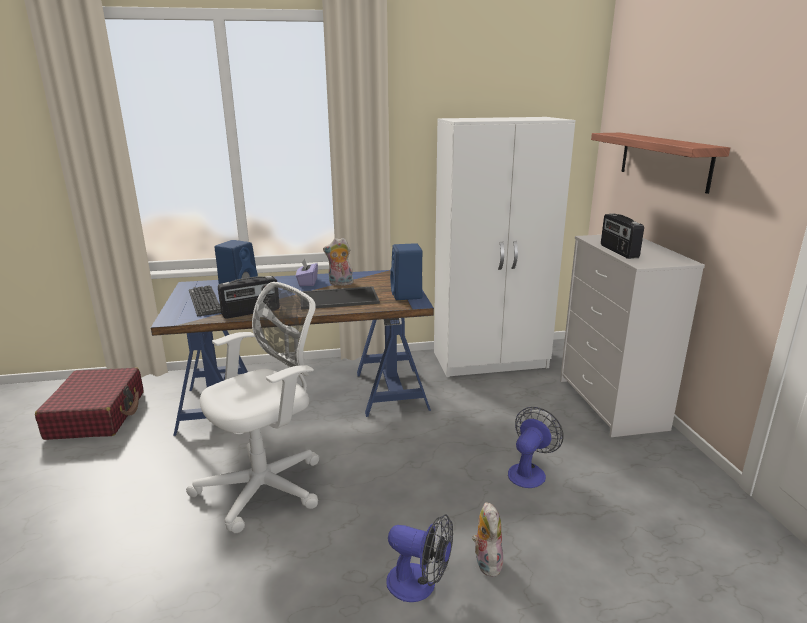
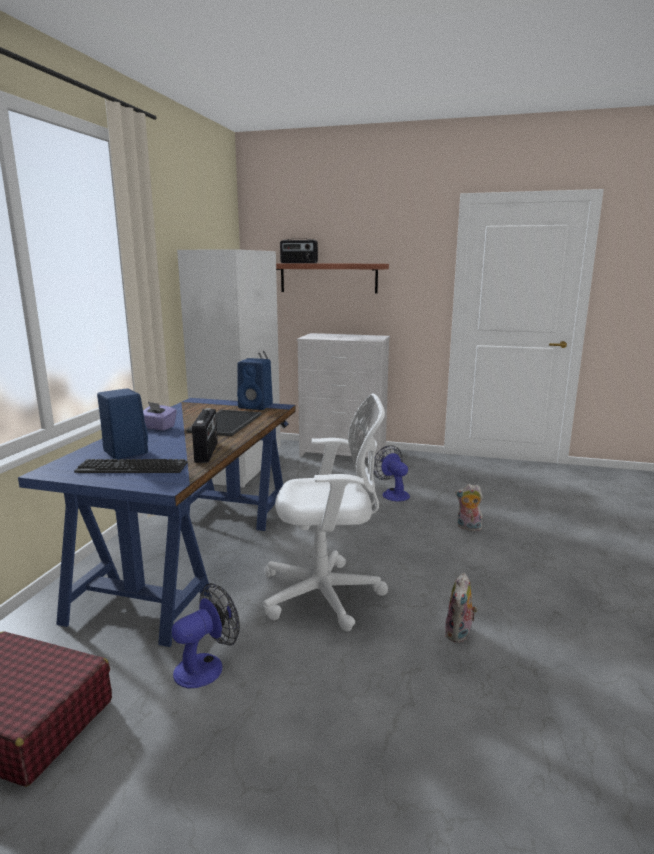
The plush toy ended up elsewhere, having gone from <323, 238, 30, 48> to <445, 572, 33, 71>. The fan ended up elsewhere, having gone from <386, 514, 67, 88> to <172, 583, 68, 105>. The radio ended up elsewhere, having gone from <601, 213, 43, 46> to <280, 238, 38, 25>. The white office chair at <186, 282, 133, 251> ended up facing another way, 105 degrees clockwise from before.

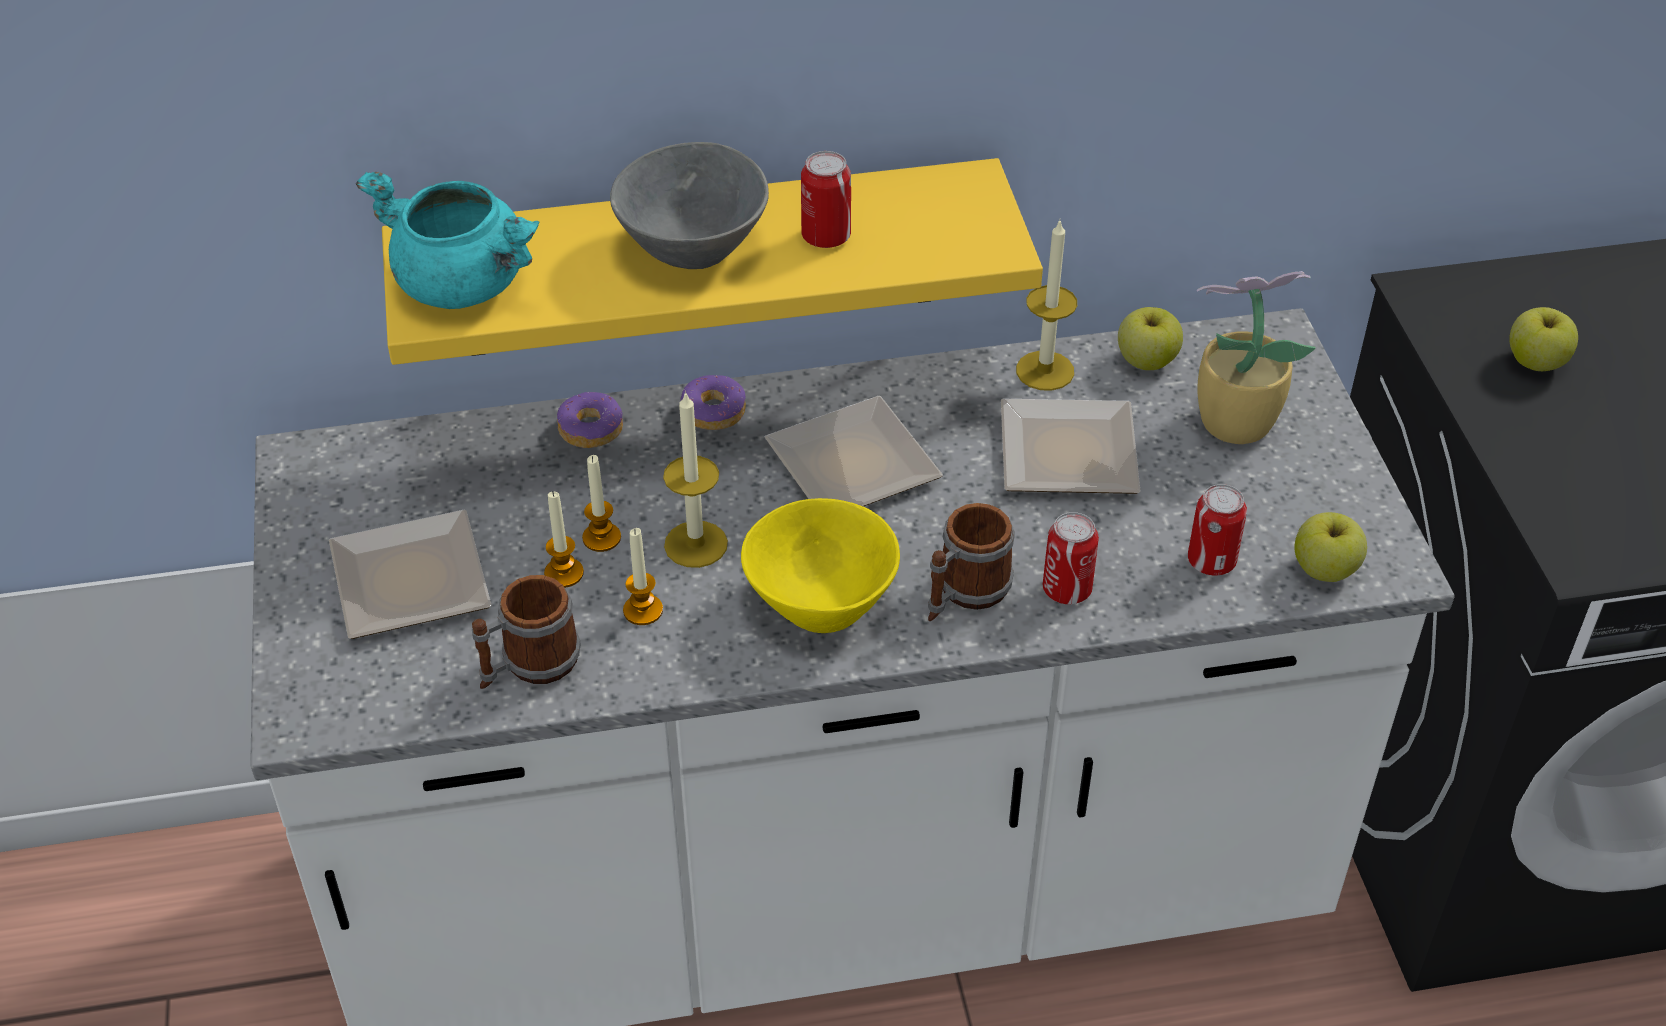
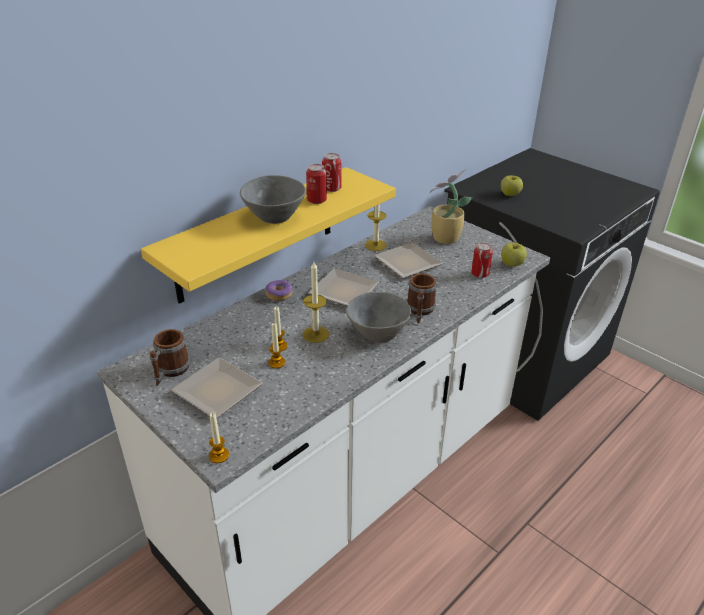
The second view lost the turquoise cooking pot at <356, 172, 184, 137>. The second view lost the donut at <557, 392, 66, 56>. The second view lost the apple at <1118, 307, 65, 63>. The mug ended up elsewhere, having gone from <472, 575, 109, 114> to <150, 329, 40, 57>. The candle ended up elsewhere, having gone from <623, 528, 40, 97> to <209, 412, 20, 51>. The can ended up elsewhere, having gone from <1043, 512, 56, 92> to <322, 153, 19, 39>. What was the yellow bowl at <741, 498, 159, 135> turned into the grey bowl at <346, 292, 65, 50>.

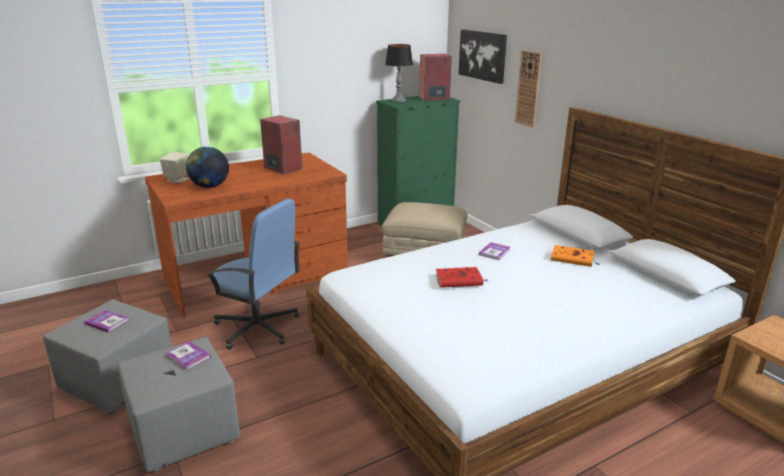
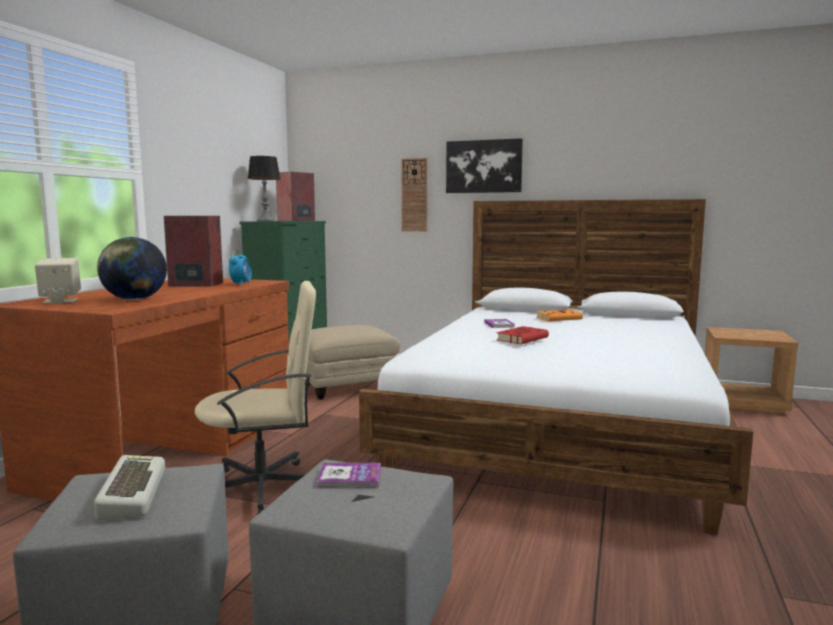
The second view gained the alarm clock at <229, 250, 23, 35>. The picture ended up elsewhere, having gone from <459, 29, 48, 55> to <446, 138, 77, 55>. Where the book stood at <84, 310, 45, 23>, the keyboard came to stand at <94, 455, 71, 66>. What was the blue office chair at <206, 199, 94, 151> turned into the beige office chair at <195, 281, 121, 234>.

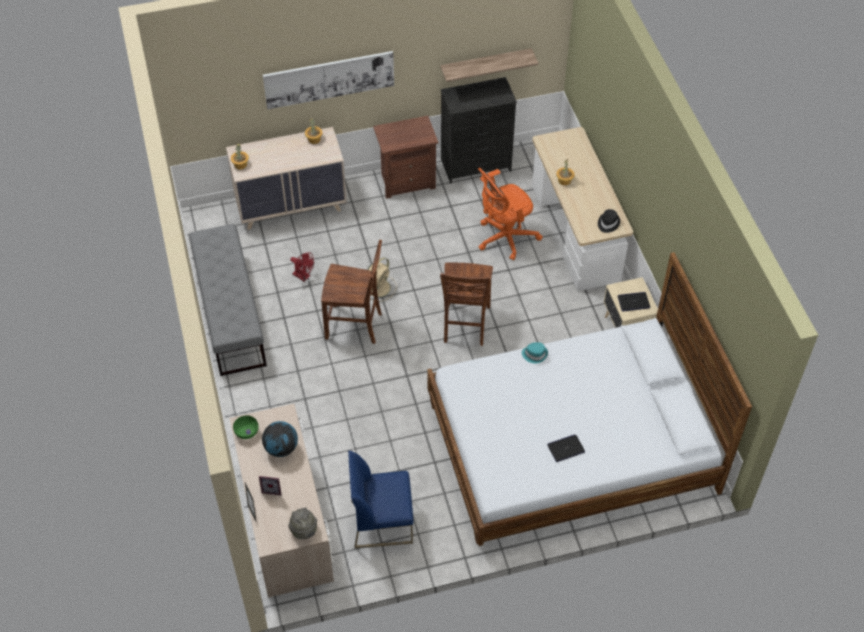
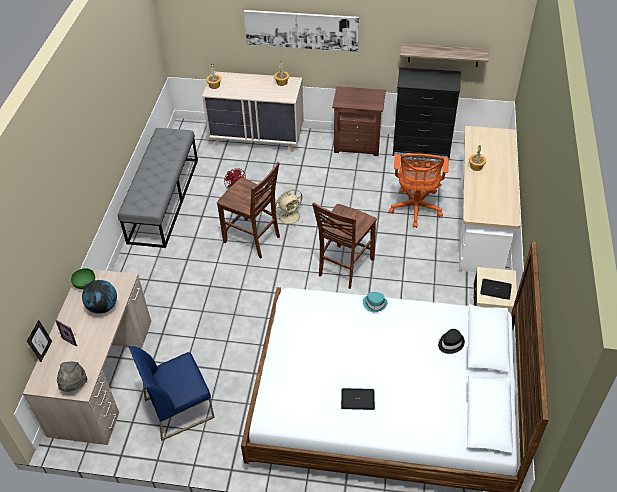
The black hat ended up elsewhere, having gone from <598, 209, 22, 24> to <438, 329, 27, 25>. The blue chair at <348, 451, 65, 97> ended up facing another way, 45 degrees counterclockwise from before. The orange office chair at <478, 168, 65, 92> ended up facing another way, 75 degrees counterclockwise from before.

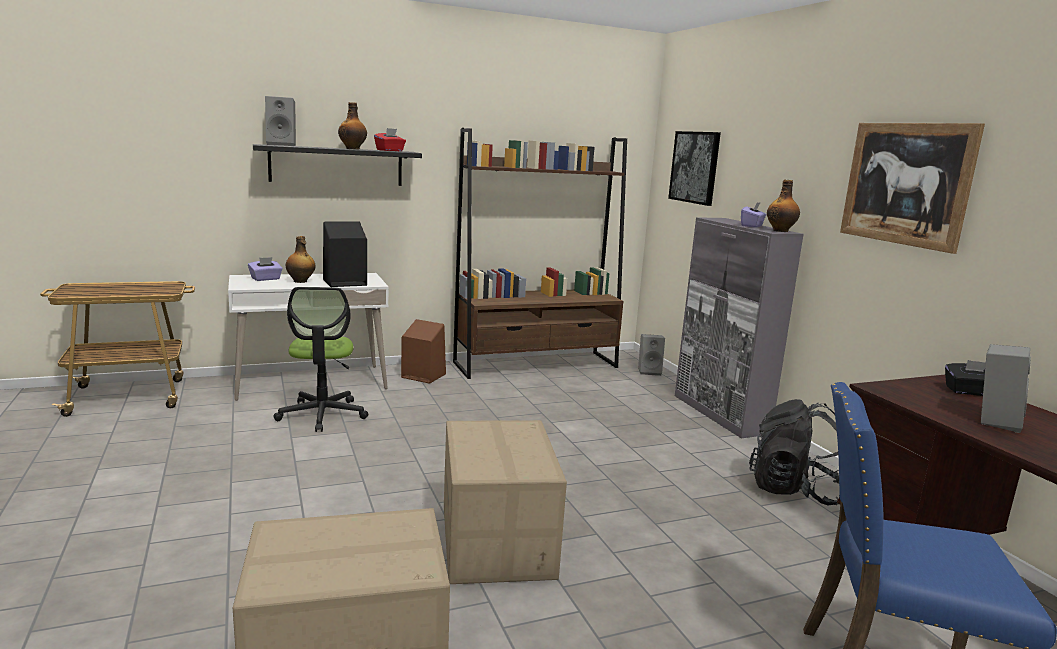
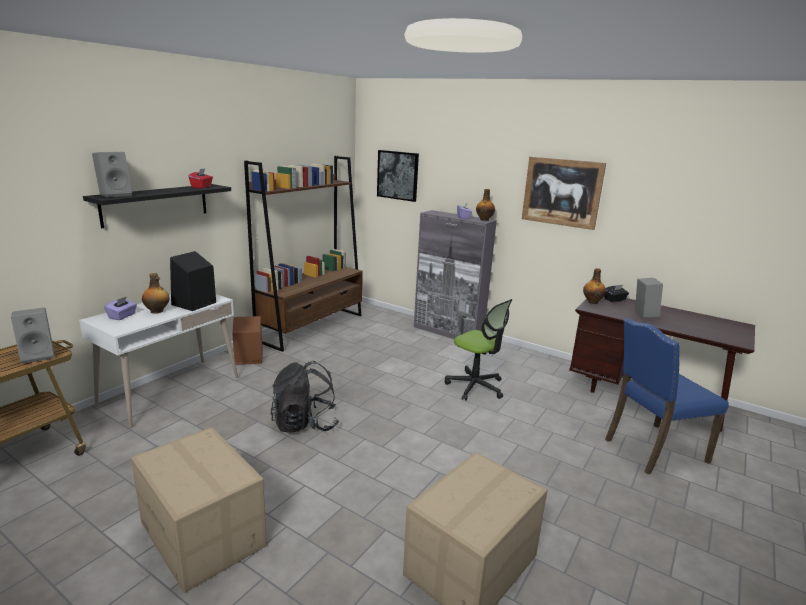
The office chair ended up elsewhere, having gone from <273, 287, 95, 145> to <445, 299, 68, 102>. The bottle ended up elsewhere, having gone from <338, 102, 29, 48> to <583, 268, 23, 36>. The cardboard box ended up elsewhere, having gone from <444, 420, 123, 164> to <131, 427, 136, 166>. The grey speaker ended up elsewhere, having gone from <638, 334, 27, 42> to <11, 308, 43, 56>. The black backpack ended up elsewhere, having gone from <749, 399, 90, 106> to <270, 361, 69, 72>.

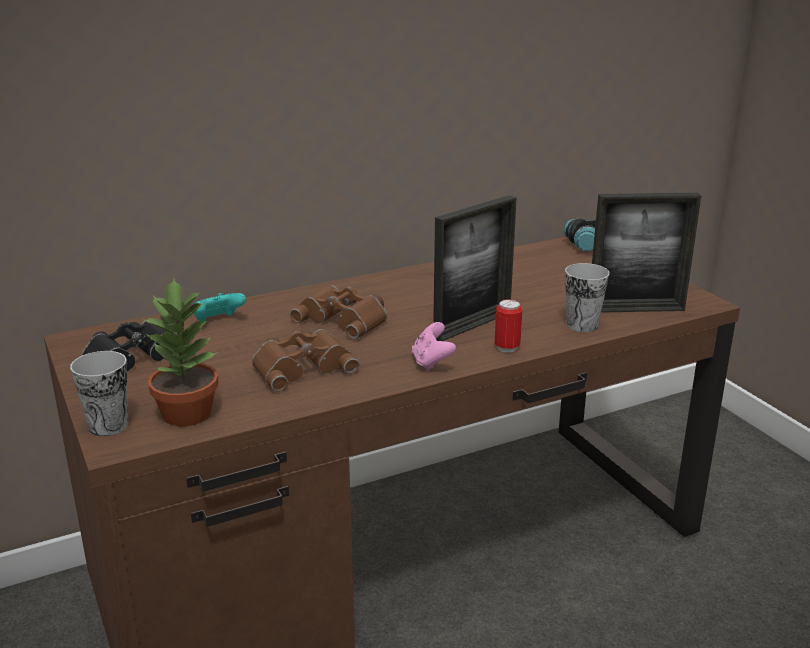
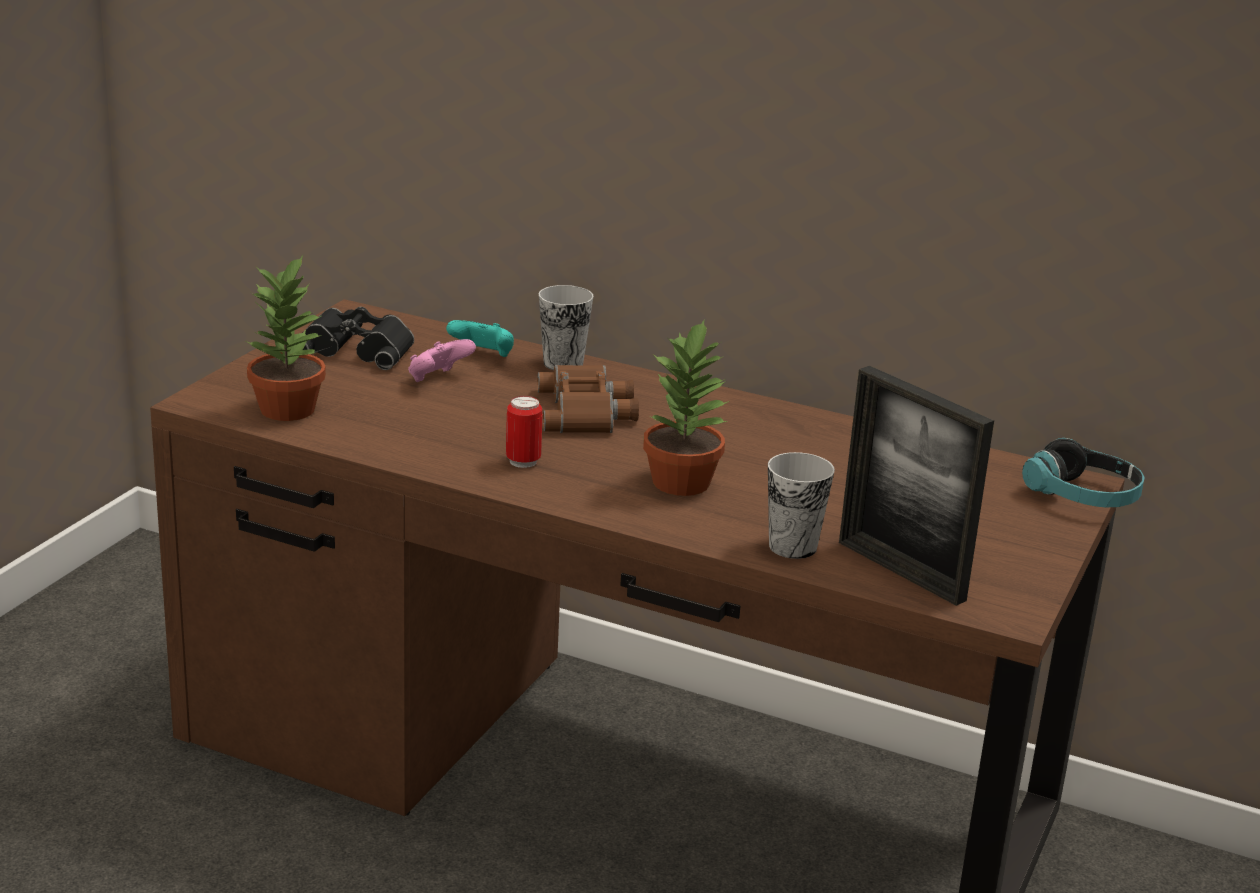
The second view lost the brown binoculars at <252, 329, 107, 63>. The cup ended up elsewhere, having gone from <70, 351, 58, 85> to <539, 285, 55, 85>. The pink game controller ended up elsewhere, having gone from <412, 322, 44, 49> to <408, 339, 68, 43>. The can ended up elsewhere, having gone from <495, 299, 28, 54> to <506, 396, 37, 72>. Where the picture frame stood at <433, 195, 83, 146>, the potted plant came to stand at <643, 319, 86, 177>.

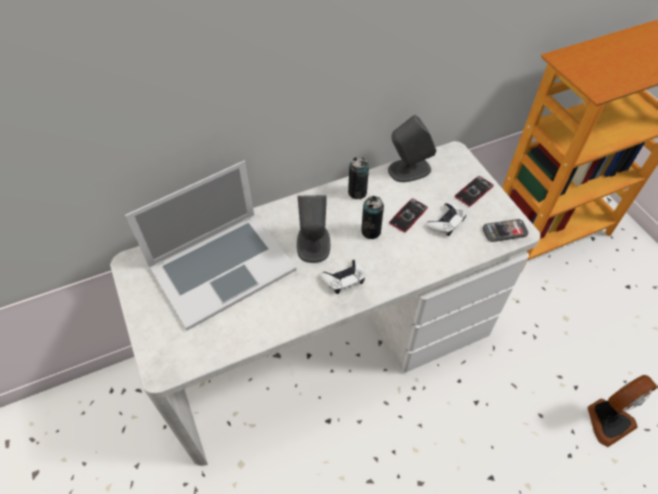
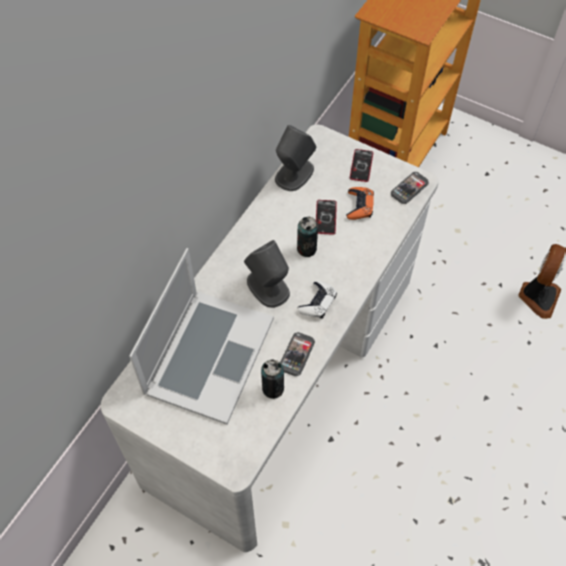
The second view gained the phone at <280, 332, 35, 44>. The can ended up elsewhere, having gone from <348, 157, 21, 42> to <261, 359, 23, 40>. What was the white game controller at <426, 203, 40, 33> turned into the orange game controller at <346, 187, 28, 33>.

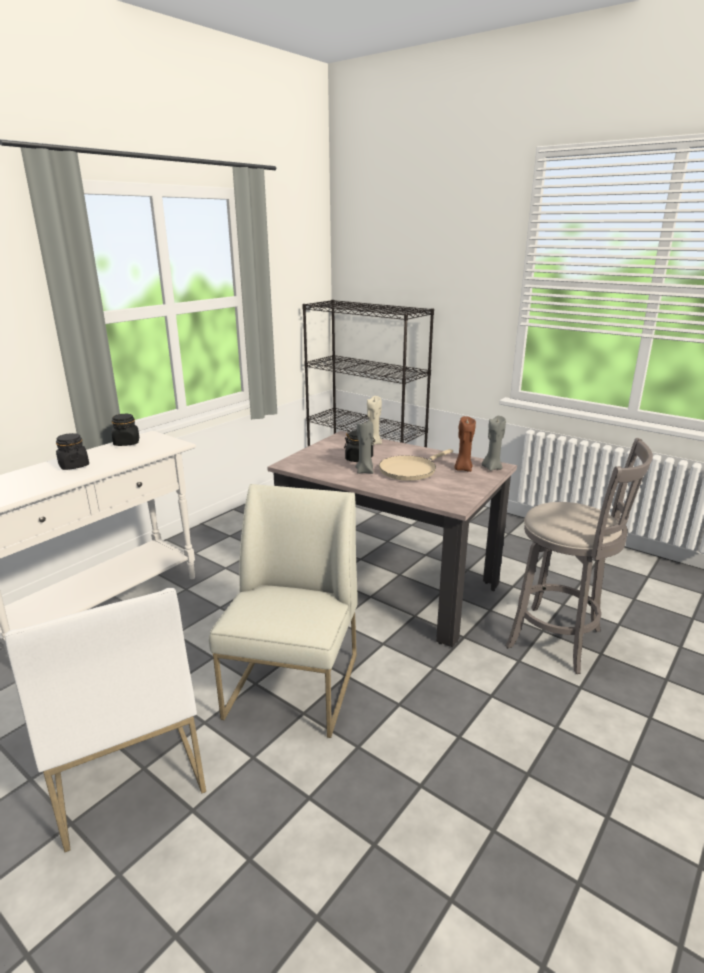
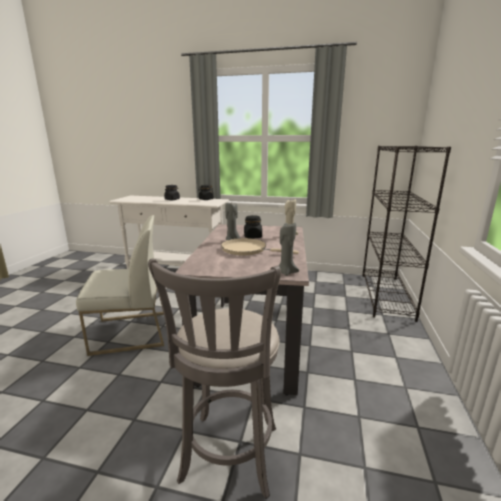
The second view lost the white chair at <5, 588, 201, 264>. The second view lost the brown candle at <454, 416, 22, 56>.

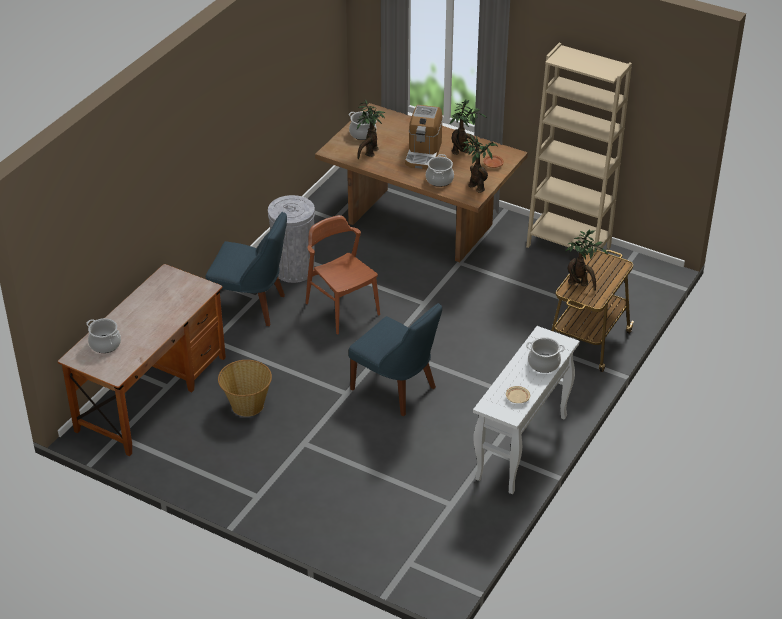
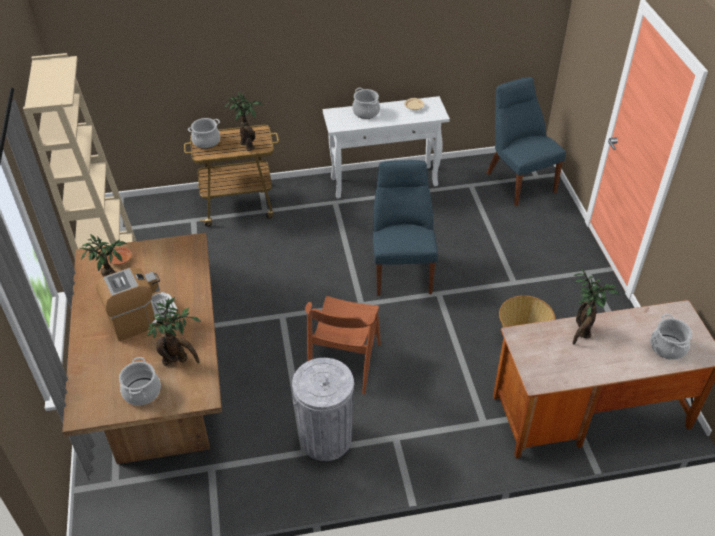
The blue chair ended up elsewhere, having gone from <206, 212, 81, 114> to <486, 77, 80, 129>. The cooking pot ended up elsewhere, having gone from <426, 154, 28, 33> to <188, 118, 32, 31>. The potted plant ended up elsewhere, having gone from <463, 135, 35, 58> to <573, 269, 46, 76>.

